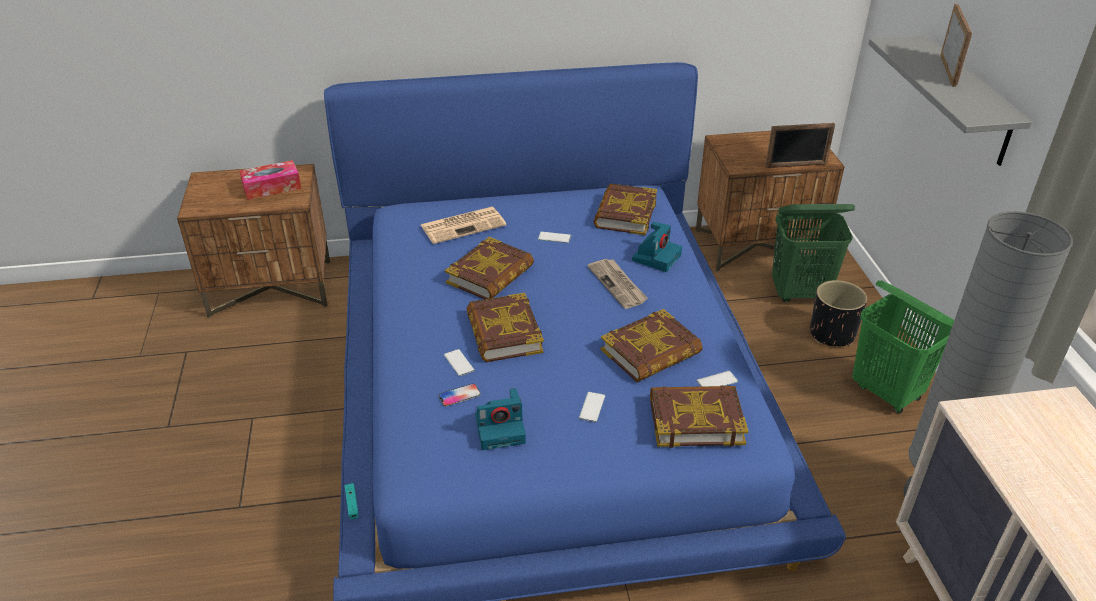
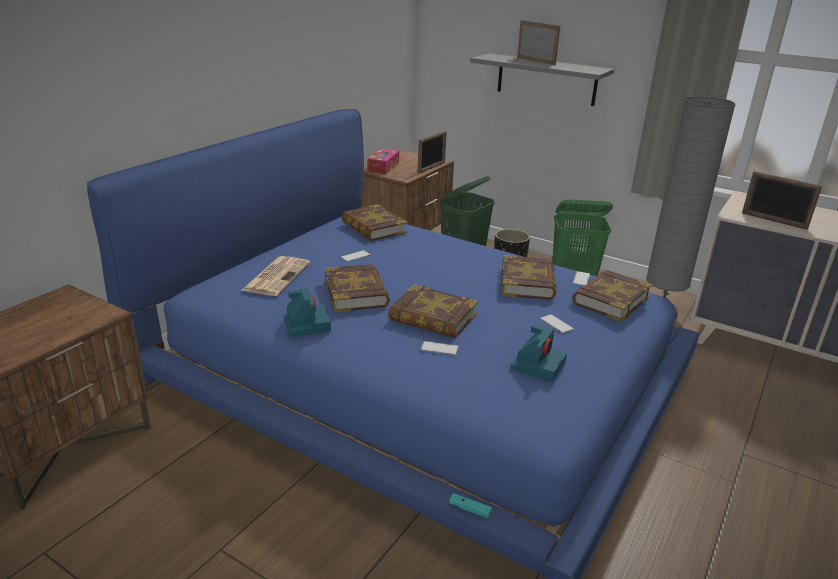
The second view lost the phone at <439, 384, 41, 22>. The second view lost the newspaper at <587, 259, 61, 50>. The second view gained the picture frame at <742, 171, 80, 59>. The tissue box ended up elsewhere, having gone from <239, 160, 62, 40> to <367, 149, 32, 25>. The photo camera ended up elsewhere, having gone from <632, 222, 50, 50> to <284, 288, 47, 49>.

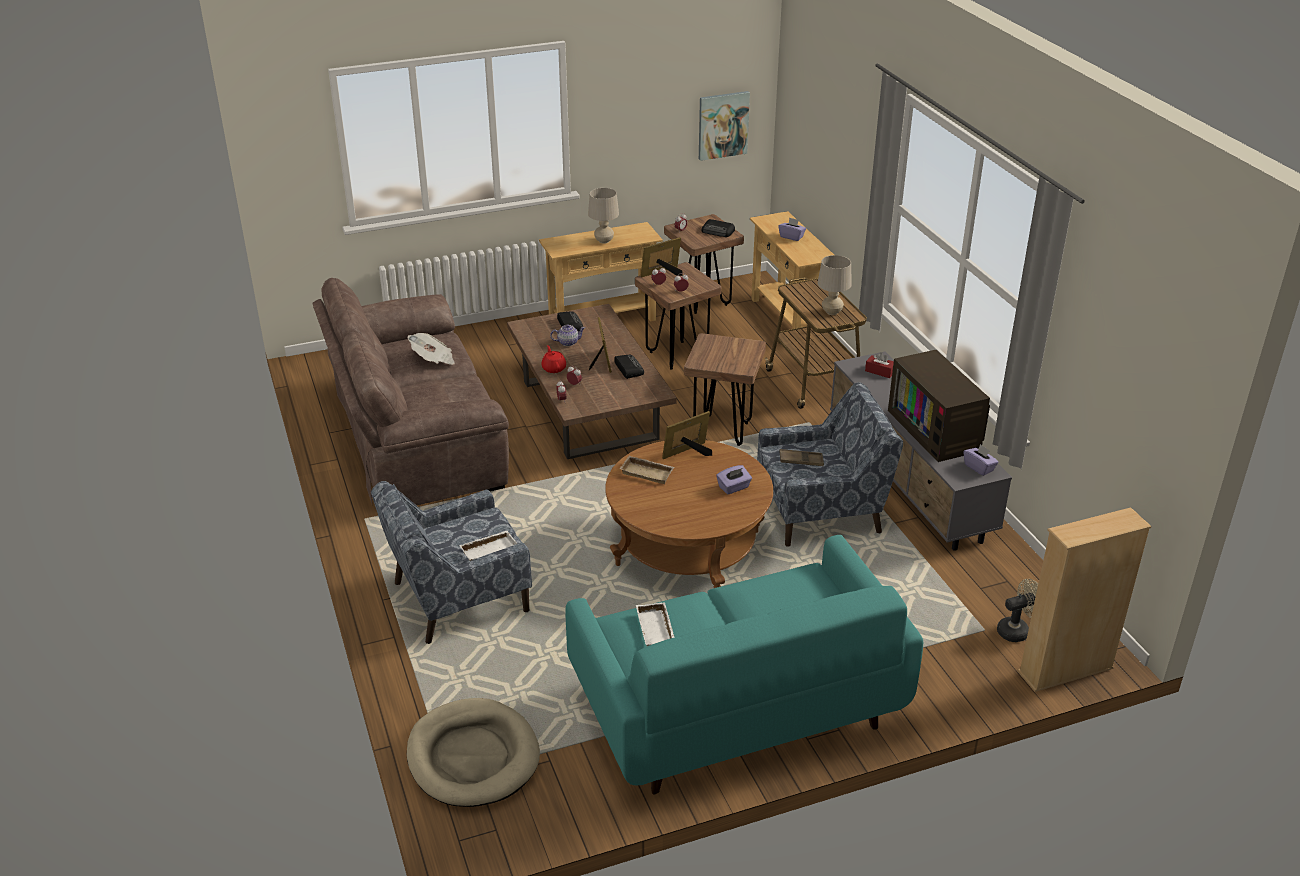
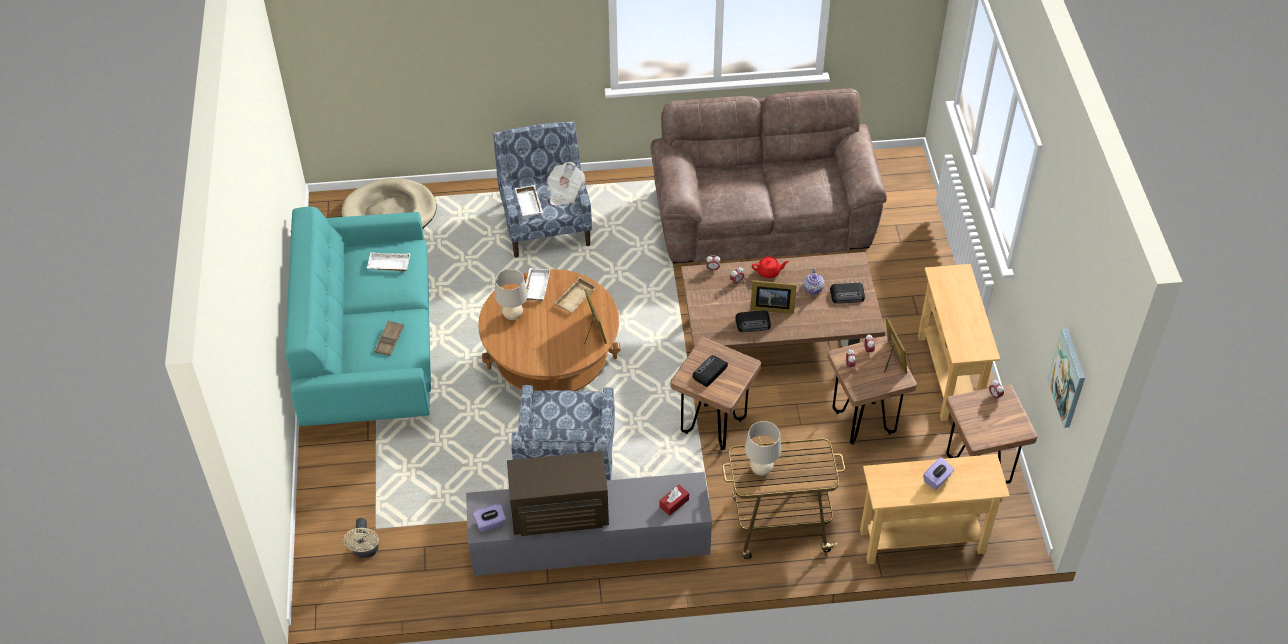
The second view lost the purple tissue box at <716, 465, 36, 30>. The second view lost the beige bookcase at <1017, 507, 134, 185>. The second view gained the white tray at <526, 268, 24, 33>. The newspaper ended up elsewhere, having gone from <407, 333, 47, 32> to <547, 162, 38, 43>. The beige table lamp ended up elsewhere, having gone from <588, 188, 31, 56> to <495, 269, 33, 51>. The radio ended up elsewhere, having gone from <701, 219, 34, 18> to <692, 355, 36, 32>. The brown tray ended up elsewhere, having gone from <779, 449, 45, 17> to <374, 321, 30, 35>.

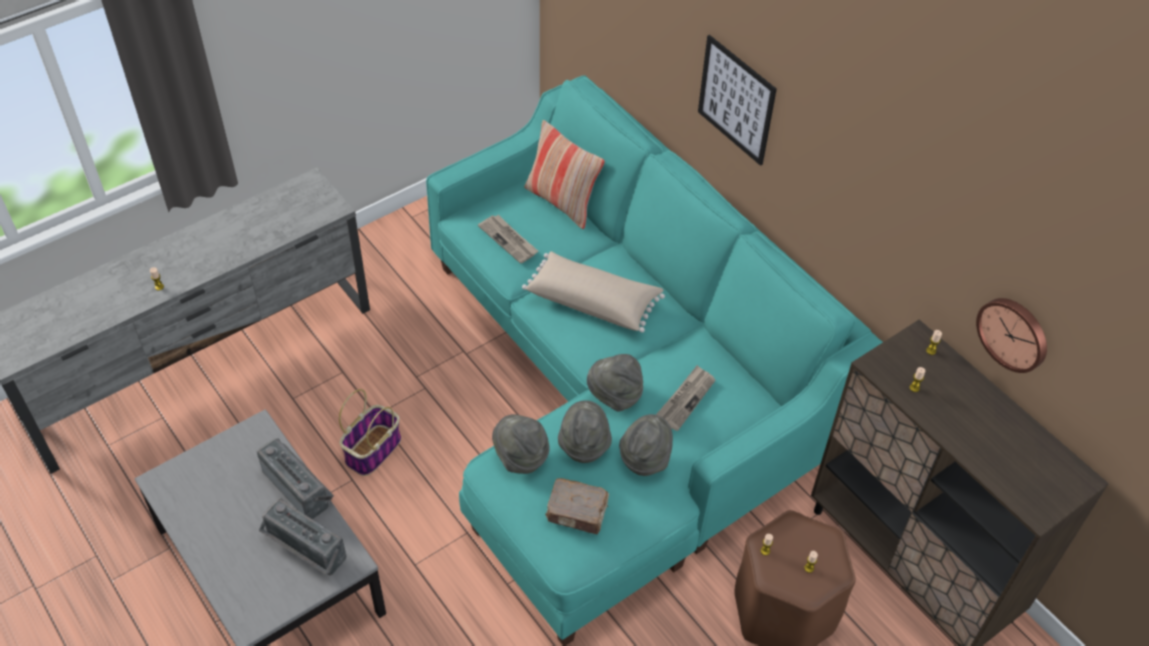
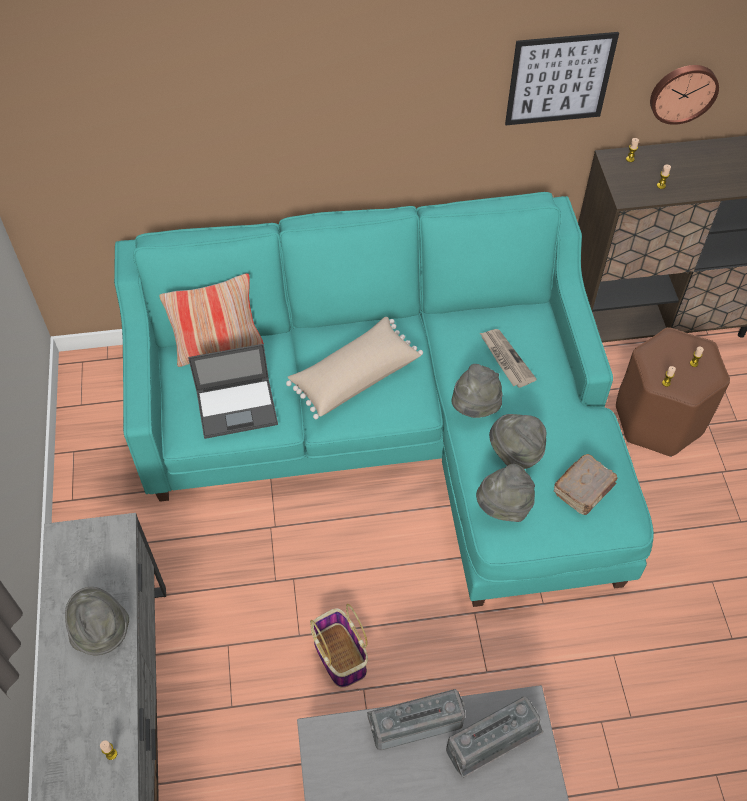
The grey hat ended up elsewhere, having gone from <619, 414, 54, 62> to <65, 587, 64, 69>. The picture ended up elsewhere, having gone from <698, 35, 79, 131> to <505, 32, 114, 93>. Where the newspaper stood at <478, 215, 60, 49>, the laptop came to stand at <188, 344, 90, 95>.

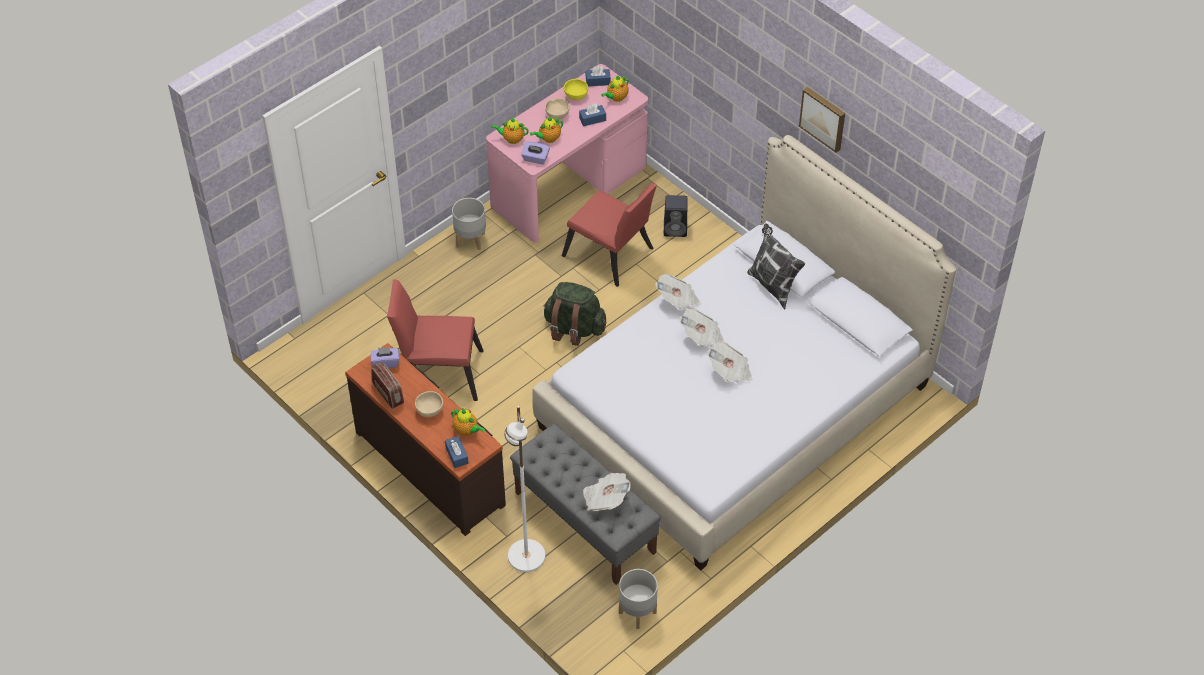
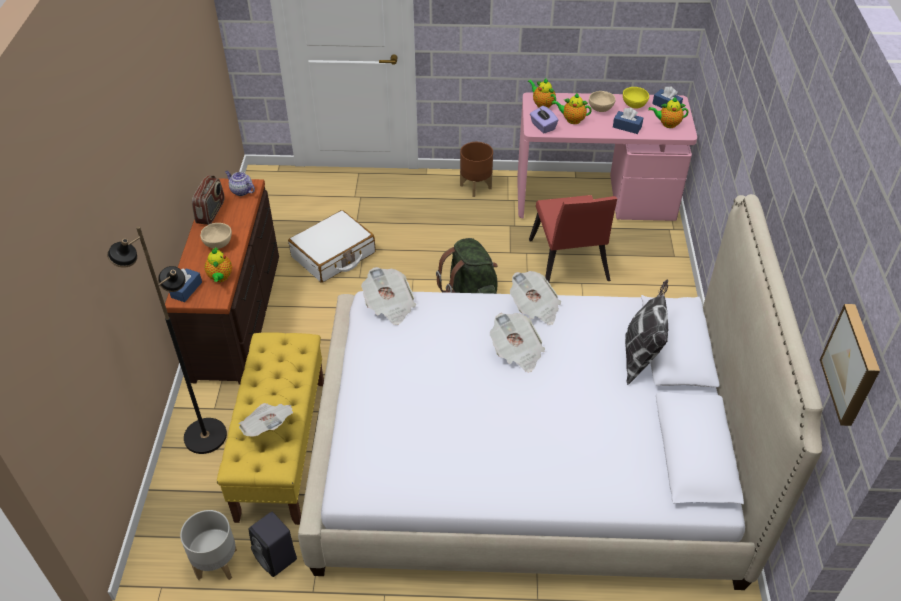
The black speaker ended up elsewhere, having gone from <664, 195, 24, 42> to <248, 512, 49, 65>. The newspaper ended up elsewhere, having gone from <708, 342, 45, 40> to <361, 267, 55, 58>. The picture ended up elsewhere, having gone from <799, 87, 46, 66> to <820, 304, 60, 122>. Where the purple tissue box stood at <371, 347, 28, 21>, the teapot came to stand at <225, 171, 30, 25>. Where the red chair stood at <387, 279, 97, 122>, the white suitcase came to stand at <288, 210, 87, 73>. What was the grey planter at <452, 198, 34, 52> turned into the brown planter at <460, 142, 33, 55>. What was the white floor lamp at <504, 405, 41, 167> turned into the black floor lamp at <107, 226, 120, 228>. What was the grey bench at <510, 424, 151, 161> turned into the yellow bench at <217, 333, 107, 192>.

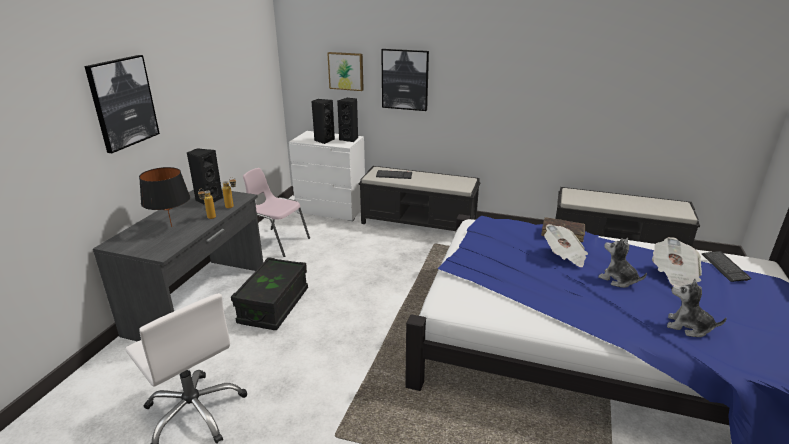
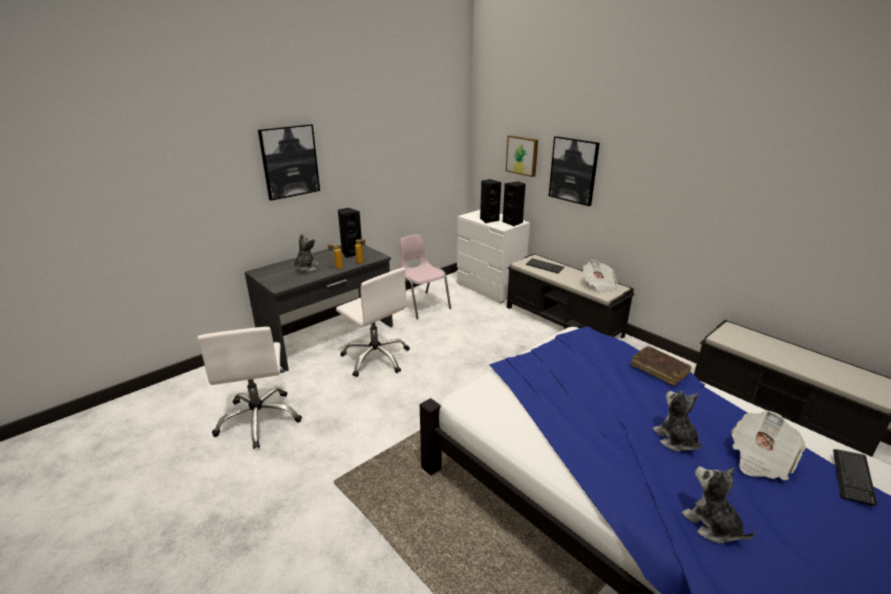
The newspaper ended up elsewhere, having gone from <544, 224, 44, 43> to <583, 260, 34, 34>. Where the black table lamp stood at <139, 167, 51, 60>, the plush toy came to stand at <294, 234, 24, 38>. Where the black storage box stood at <231, 257, 77, 73>, the white office chair came to stand at <336, 268, 74, 109>.

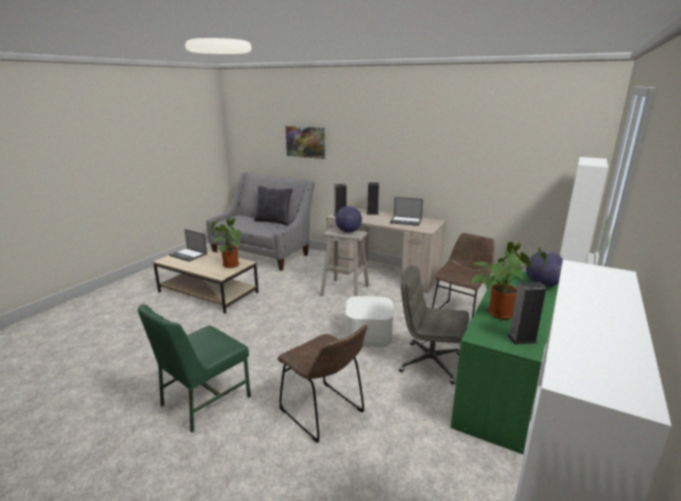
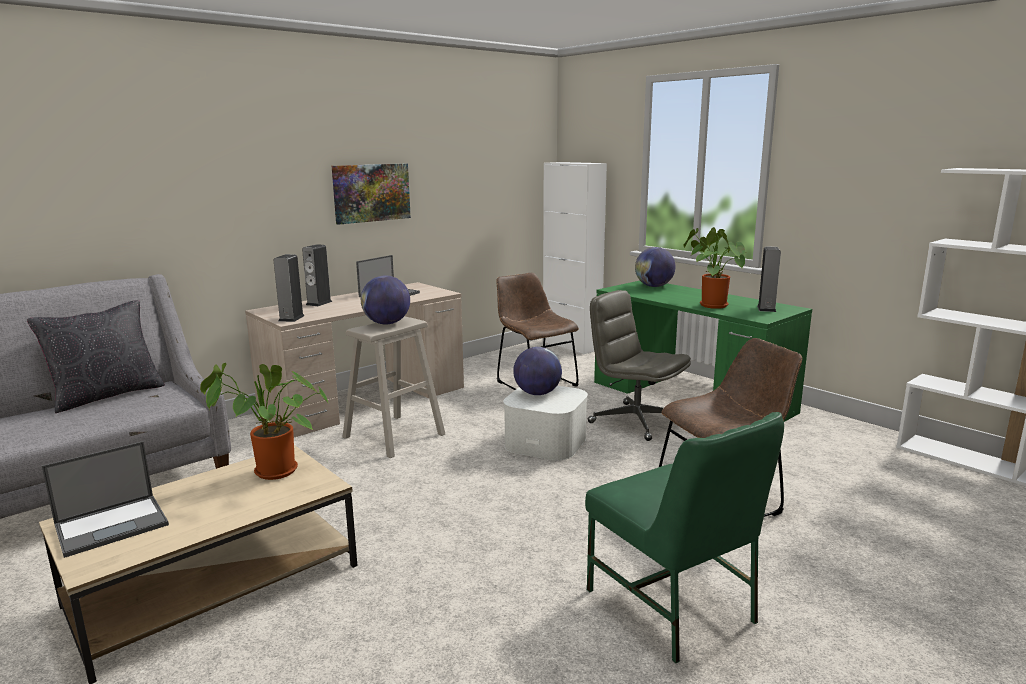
The second view gained the globe at <513, 347, 49, 48>. The picture ended up elsewhere, having gone from <286, 126, 39, 33> to <332, 163, 79, 62>. The grey office chair at <399, 265, 70, 119> ended up facing another way, 90 degrees clockwise from before.

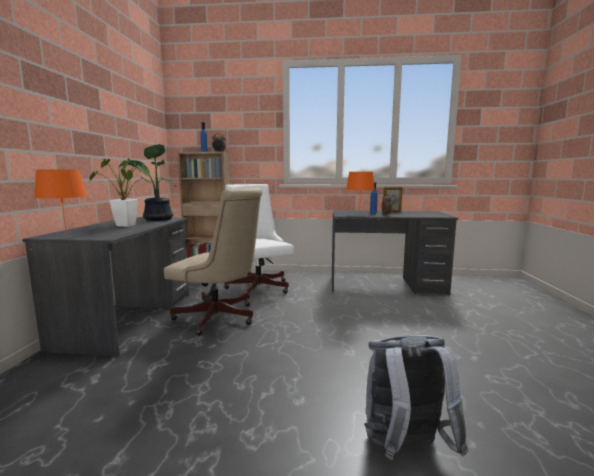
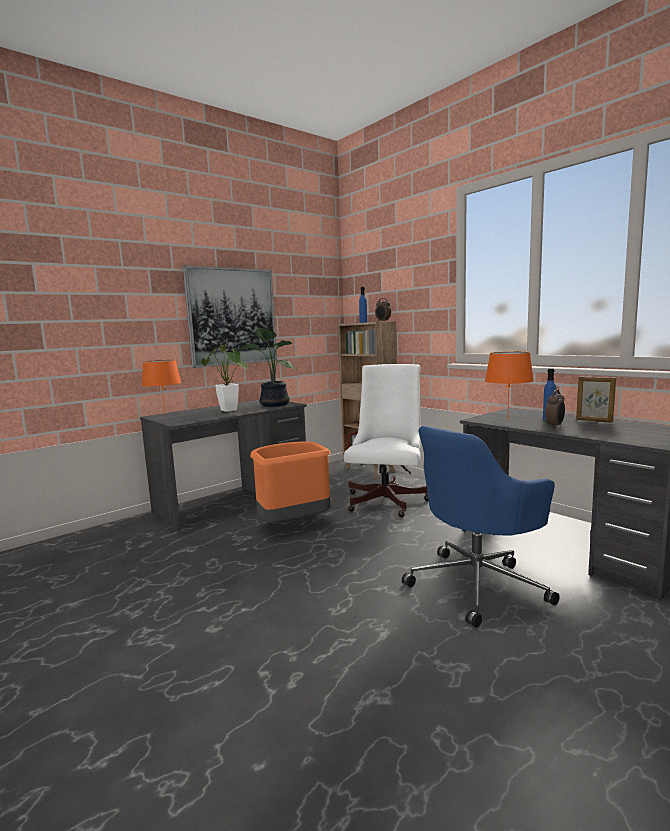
The second view lost the grey backpack at <364, 335, 104, 125>. The second view gained the picture at <183, 265, 94, 103>. The second view gained the blue office chair at <402, 426, 158, 202>. Where the beige office chair stood at <164, 187, 98, 148>, the orange trash can came to stand at <250, 441, 80, 82>.

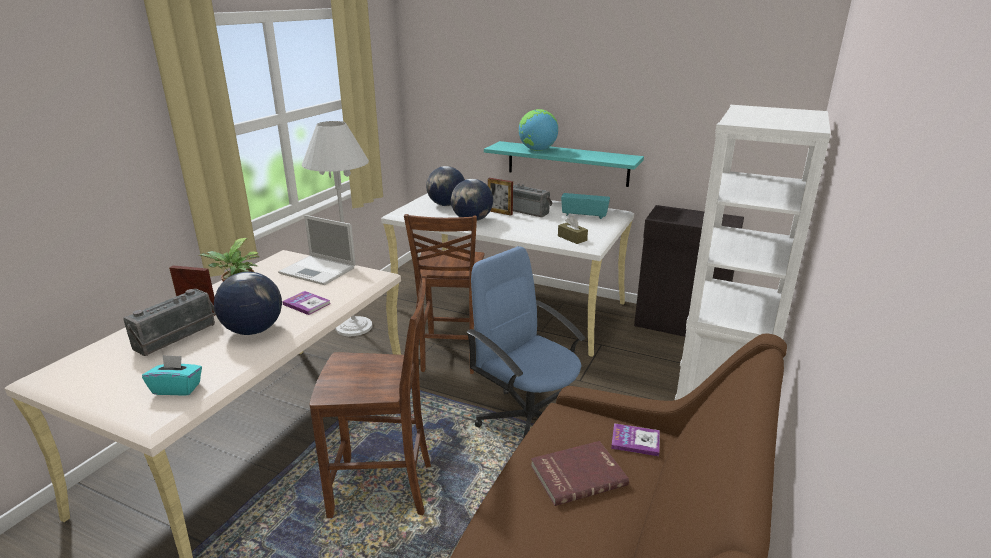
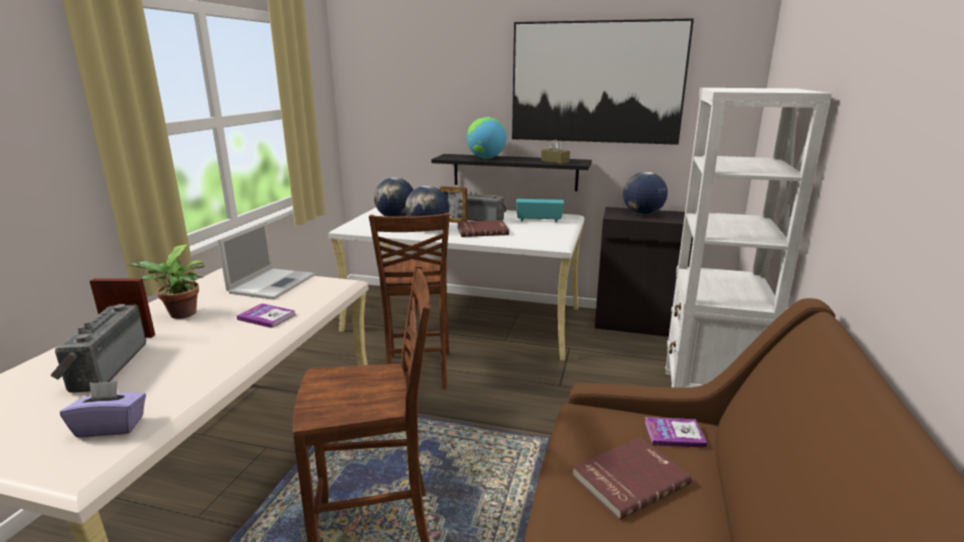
The second view lost the white floor lamp at <302, 121, 71, 215>. The second view lost the blue office chair at <466, 246, 119, 193>. The second view gained the red book at <457, 220, 52, 17>. The second view gained the picture at <512, 18, 182, 127>. The globe ended up elsewhere, having gone from <214, 272, 68, 63> to <623, 172, 45, 43>. The brown tissue box ended up elsewhere, having gone from <558, 216, 30, 28> to <541, 139, 29, 25>. What was the turquoise tissue box at <142, 355, 60, 41> turned into the purple tissue box at <60, 381, 86, 56>. What was the turquoise shelf at <484, 141, 160, 46> turned into the black shelf at <431, 154, 161, 37>. The radio at <123, 289, 93, 67> ended up facing another way, 150 degrees clockwise from before. The laptop at <278, 215, 78, 70> ended up facing another way, 90 degrees counterclockwise from before.

